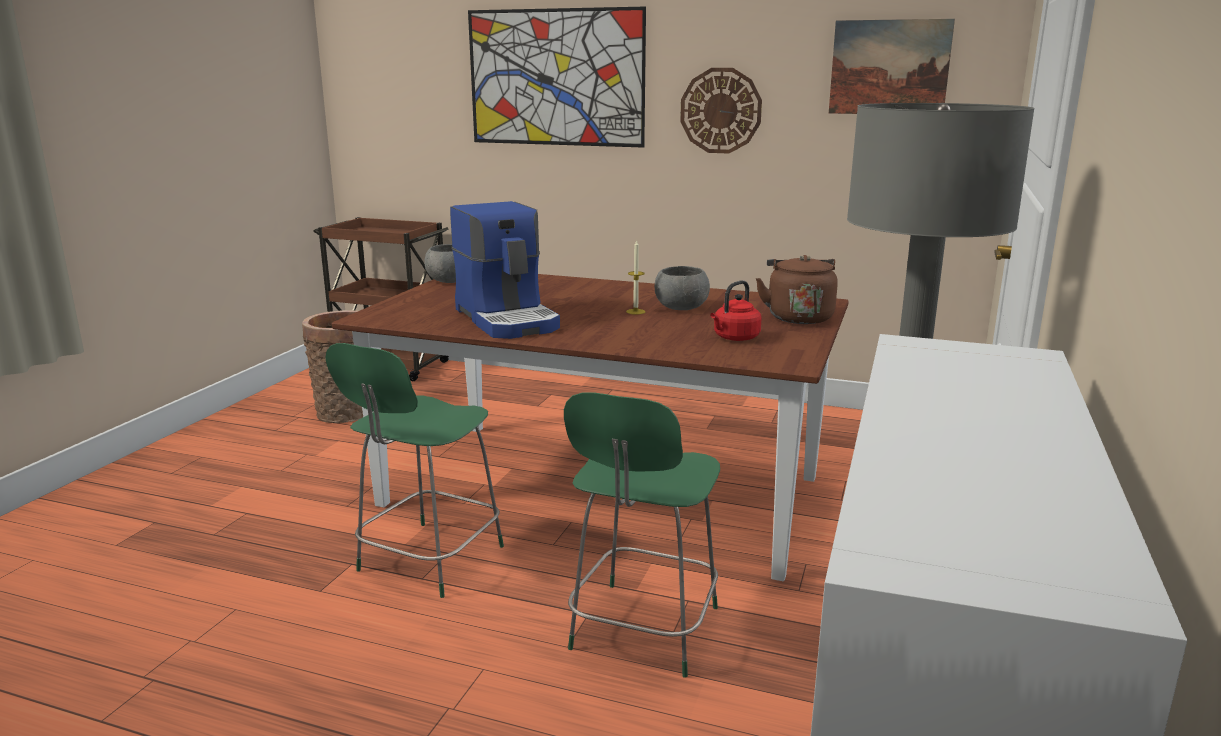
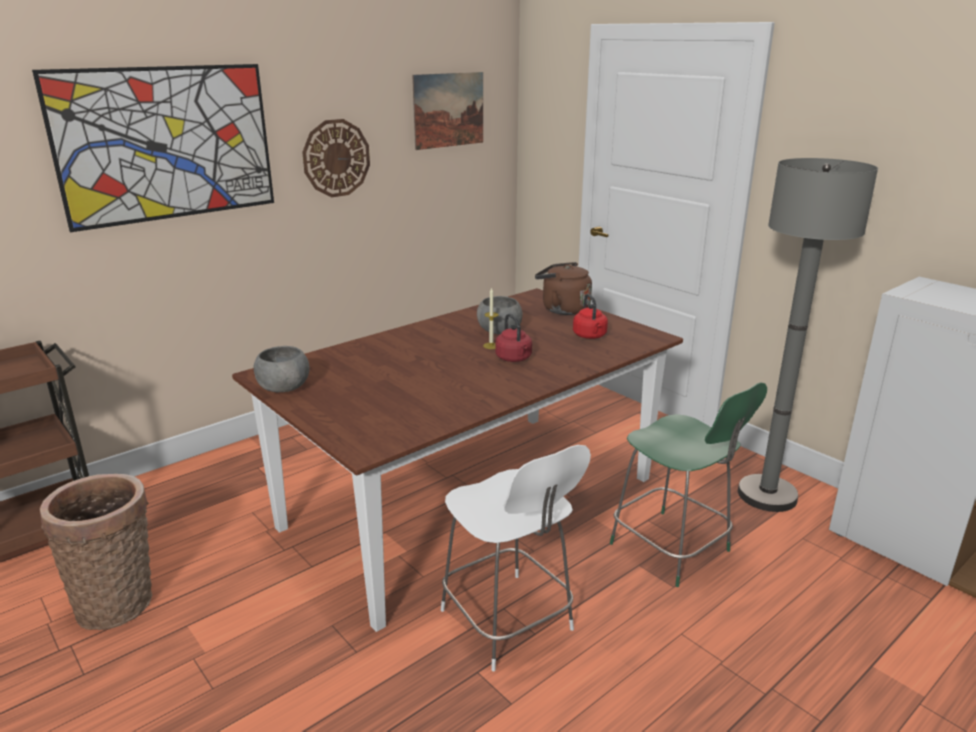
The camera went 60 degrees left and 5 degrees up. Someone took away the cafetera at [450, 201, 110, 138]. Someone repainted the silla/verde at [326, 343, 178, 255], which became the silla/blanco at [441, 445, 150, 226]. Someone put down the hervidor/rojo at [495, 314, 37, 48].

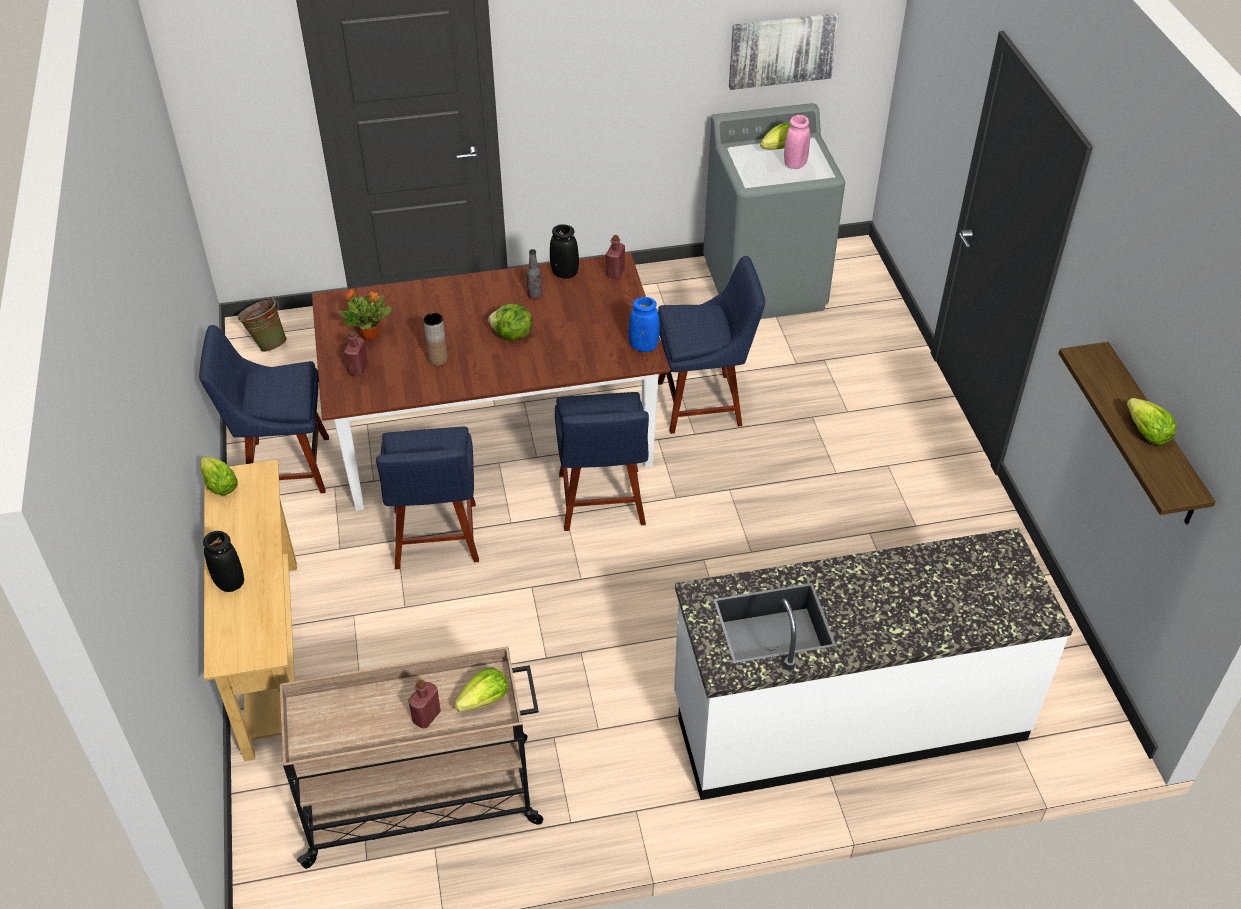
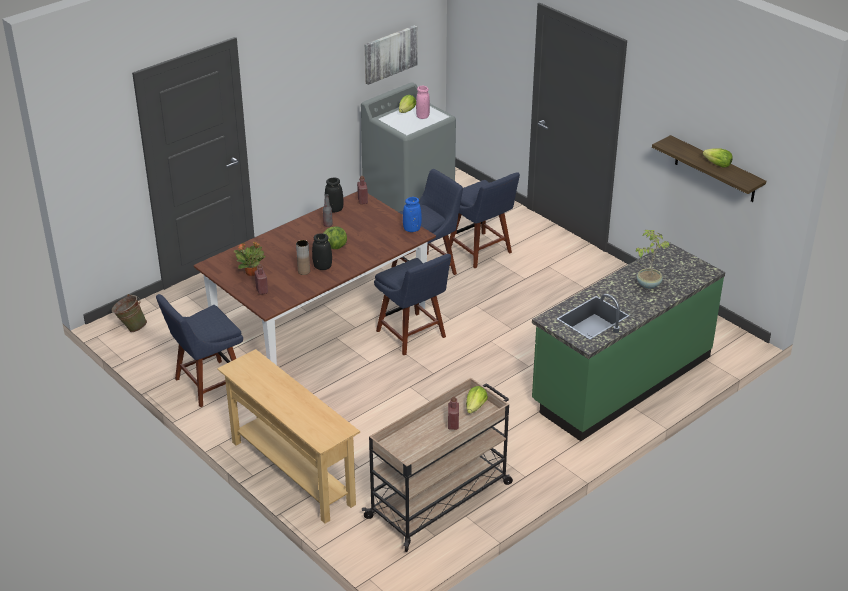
The camera went 30 degrees left and 10 degrees down. Someone carried the silla/azul from [376, 427, 103, 142] to [449, 172, 71, 96]. Someone took away the lechuga at [200, 457, 38, 38]. Someone repainted the mueble bajo de cocina/blanco at [674, 528, 399, 272], which became the mueble bajo de cocina/verde at [532, 242, 193, 199]. Someone carried the florero/negro from [203, 531, 41, 61] to [312, 233, 20, 37]. Someone put down the planta en maceta at [636, 230, 34, 59].

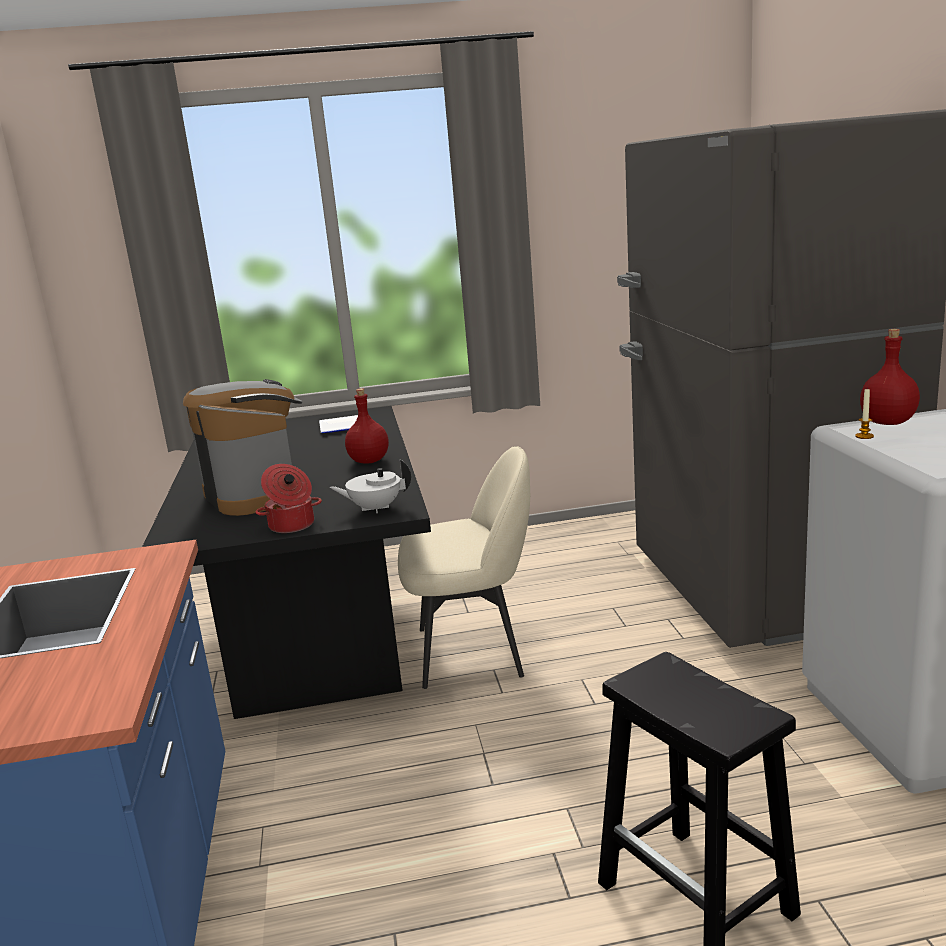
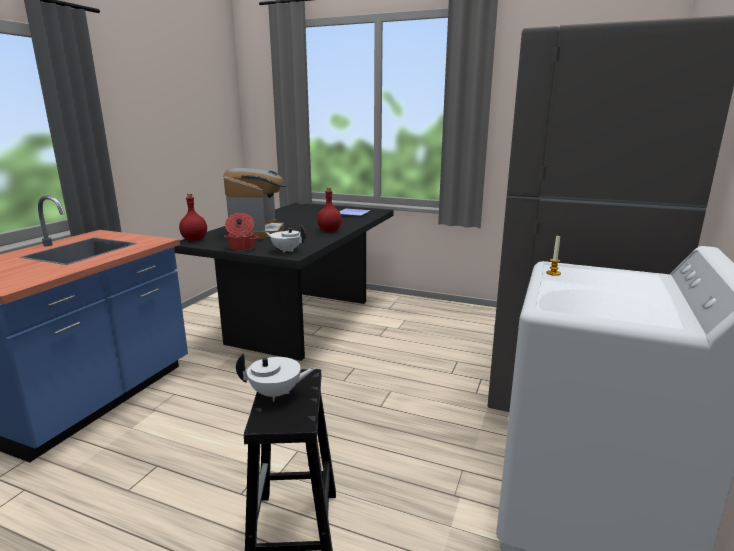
The camera went 30 degrees right and 0 degrees up. Someone carried the botella/rojo from [860, 329, 60, 96] to [179, 193, 28, 48]. Someone took away the silla/beis at [398, 446, 132, 243]. Someone put down the tetera/blanco at [236, 353, 80, 49].

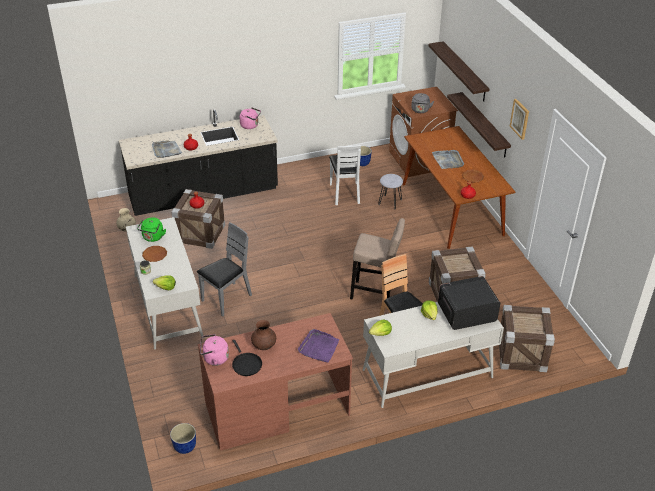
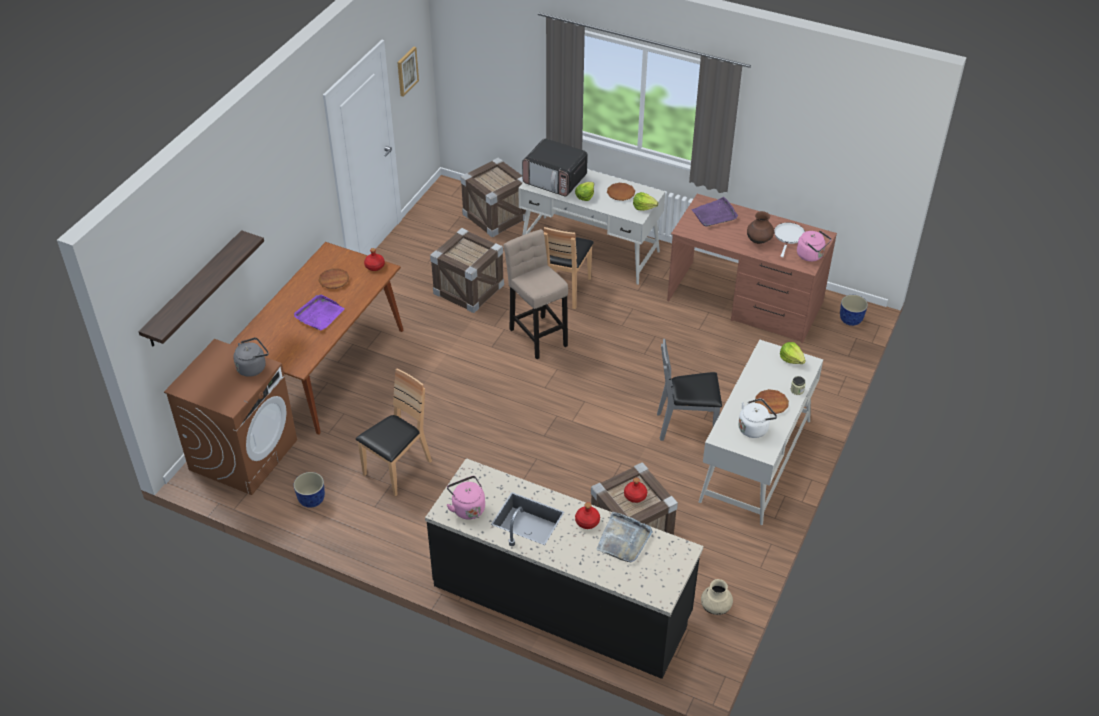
The camera went 135 degrees left and 5 degrees up. Someone took away the estante at [447, 92, 64, 65]. Someone carried the cuadro from [509, 99, 20, 41] to [397, 47, 22, 50]. Someone repainted the silla/blanco at [329, 145, 32, 60], which became the silla/marrón at [356, 369, 76, 128]. Someone repainted the bandeja/gris at [432, 150, 32, 19], which became the bandeja/morado at [294, 294, 51, 37]. Someone took away the taburete/gris at [378, 174, 25, 36]. Someone repainted the hervidor/verde at [137, 217, 29, 25], which became the hervidor/blanco at [738, 398, 39, 40]. Someone repainted the sartén/negro at [232, 340, 30, 36], which became the sartén/blanco at [774, 222, 31, 35]. Someone put down the plato/marrón at [607, 183, 28, 18].

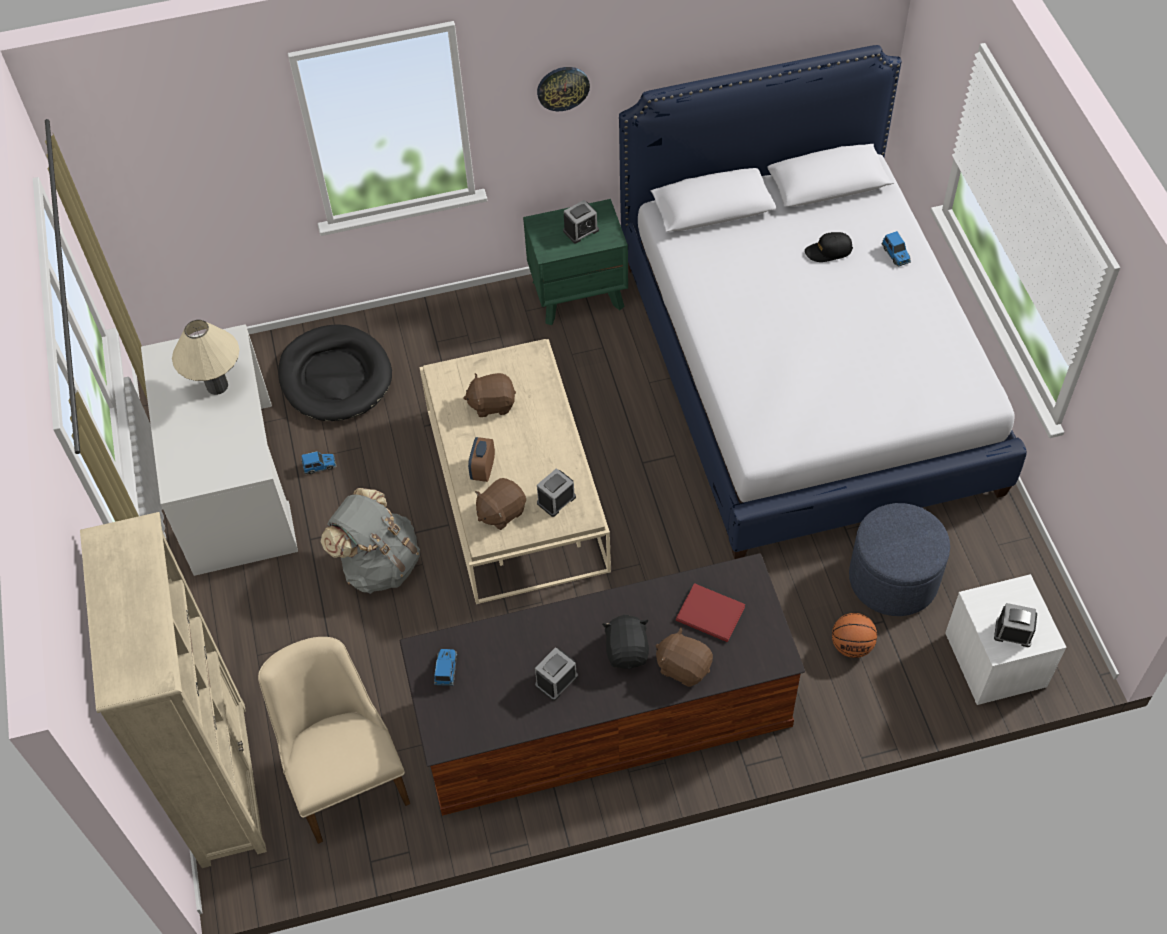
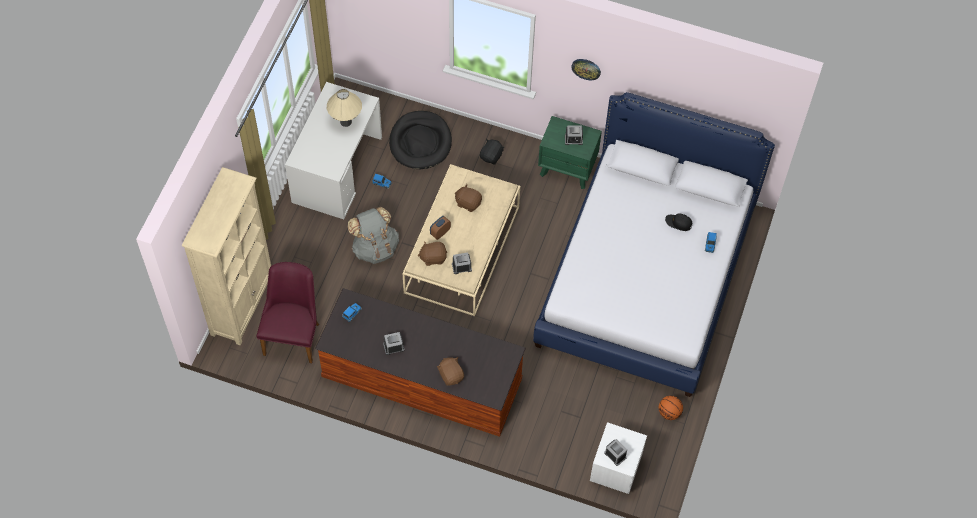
The camera went 30 degrees right and 5 degrees up. Someone took away the puf/azul at [849, 503, 101, 113]. Someone took away the libro/rojo at [676, 583, 69, 59]. Someone carried the balón de baloncesto from [832, 613, 45, 45] to [659, 396, 24, 24]. Someone carried the peluche/negro from [602, 615, 47, 54] to [480, 139, 24, 25]. Someone repainted the silla/beis at [258, 637, 152, 207], which became the silla/morado at [256, 262, 63, 101].

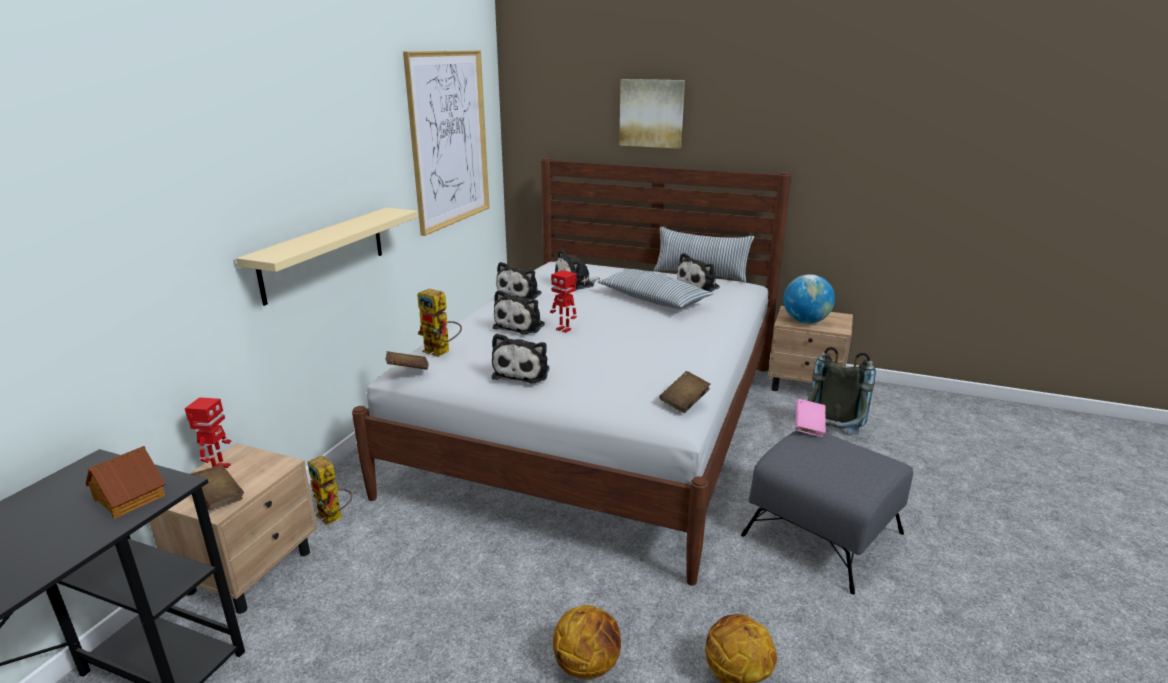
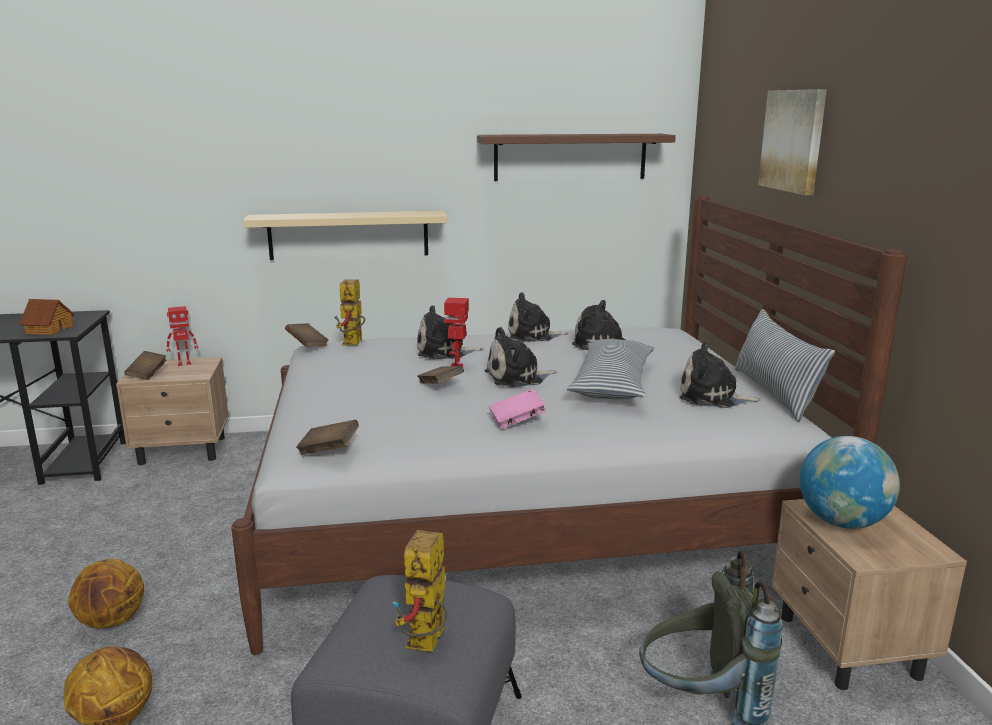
The camera went 60 degrees right and 5 degrees down. Someone swapped the cuadro at [403, 50, 86, 186] for the estante/marrón at [477, 134, 199, 47]. Someone carried the peluche from [492, 333, 58, 51] to [485, 327, 72, 60]. Someone carried the libro/rosa from [795, 399, 31, 38] to [489, 388, 57, 41]. Someone carried the robot de juguete from [308, 455, 44, 71] to [393, 530, 55, 122]. Someone put down the libro/marrón at [417, 366, 47, 18].

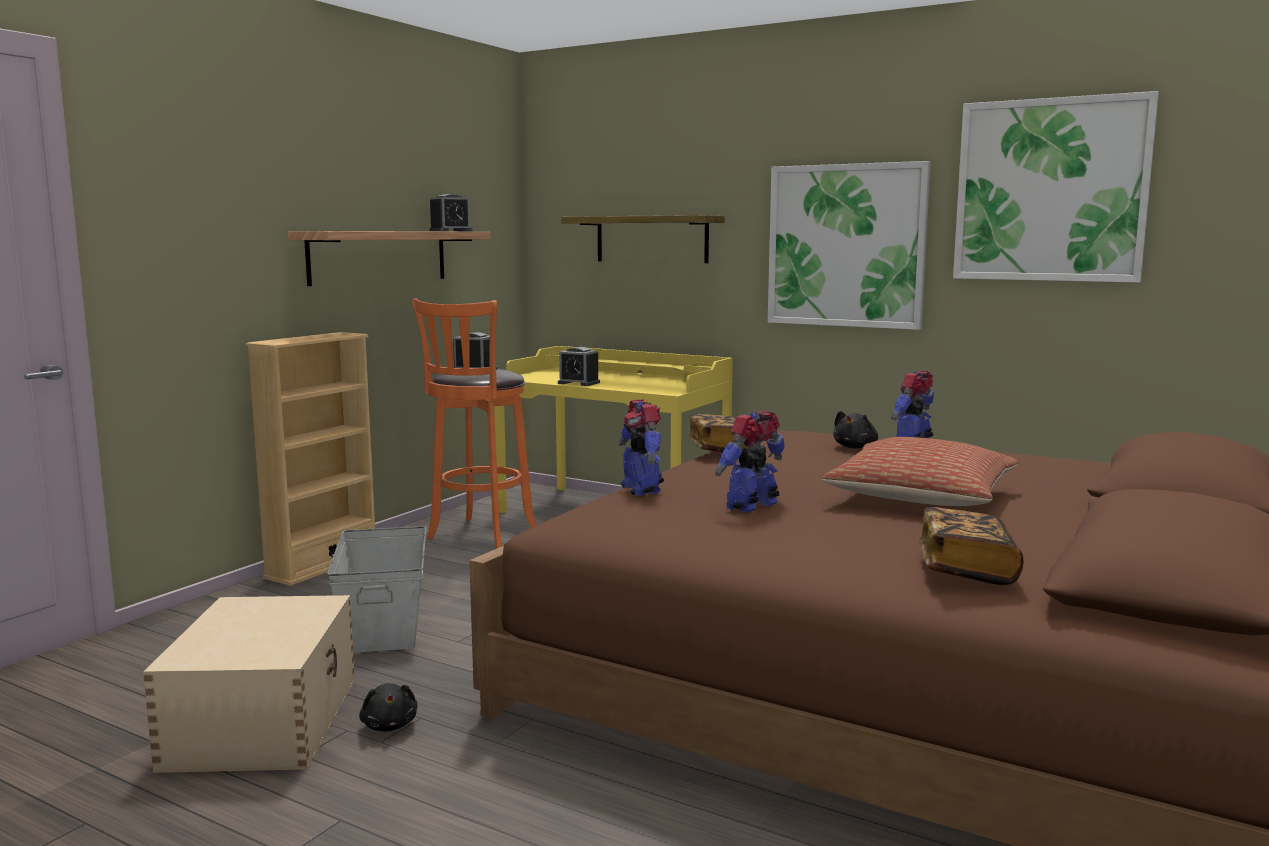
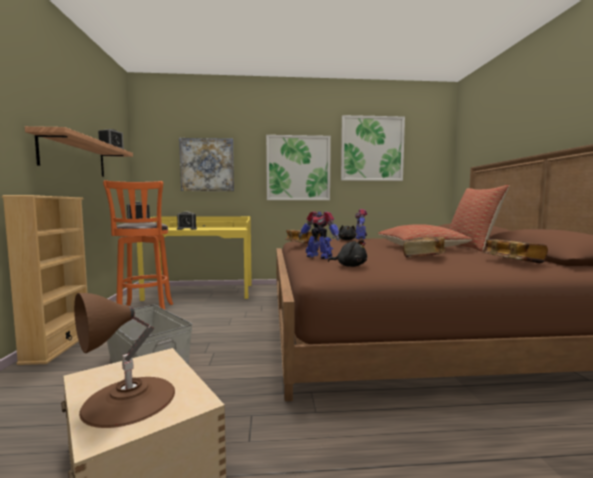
The camera went 35 degrees left and 5 degrees down. Someone swapped the estante at [561, 215, 164, 48] for the cuadro at [179, 138, 55, 53]. Someone took away the robot de juguete at [715, 411, 70, 102]. Someone carried the peluche/negro from [359, 683, 58, 49] to [328, 240, 39, 27]. Someone put down the cojín at [449, 185, 60, 67]. Someone put down the libro at [403, 237, 43, 20]. Someone put down the lámpara de mesa/marrón at [74, 293, 101, 135].

